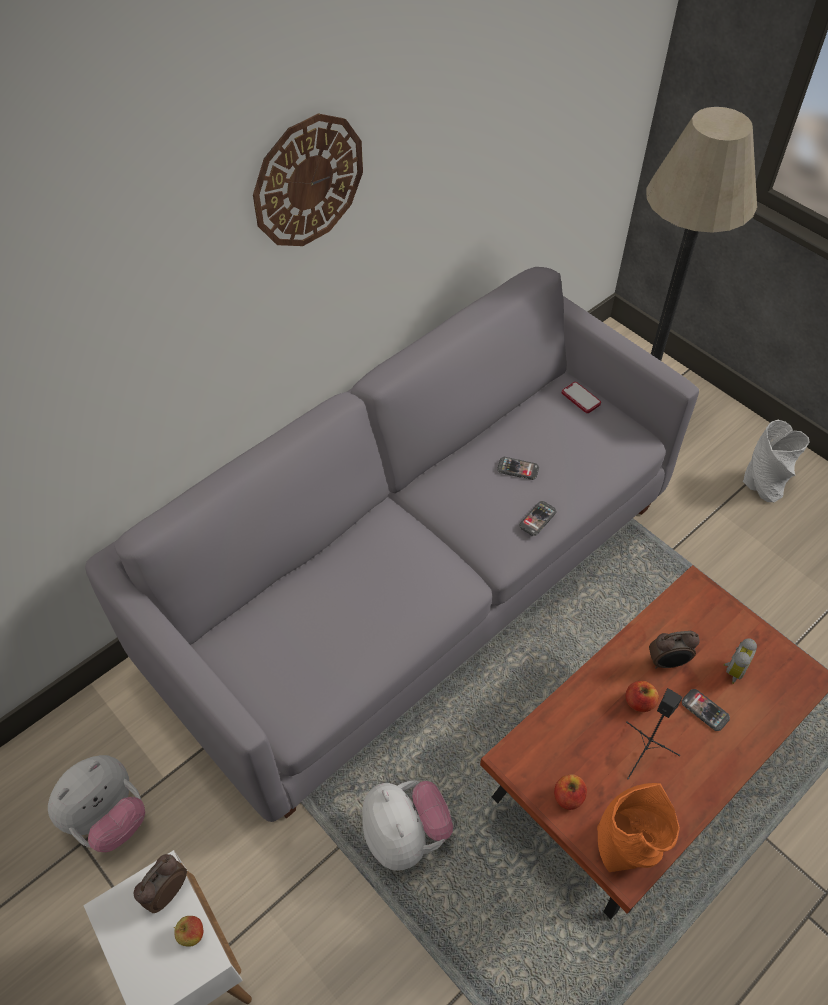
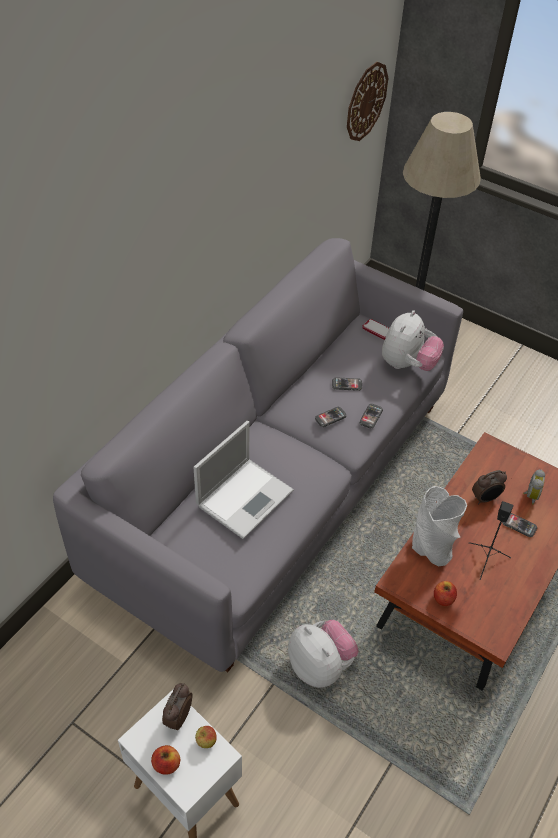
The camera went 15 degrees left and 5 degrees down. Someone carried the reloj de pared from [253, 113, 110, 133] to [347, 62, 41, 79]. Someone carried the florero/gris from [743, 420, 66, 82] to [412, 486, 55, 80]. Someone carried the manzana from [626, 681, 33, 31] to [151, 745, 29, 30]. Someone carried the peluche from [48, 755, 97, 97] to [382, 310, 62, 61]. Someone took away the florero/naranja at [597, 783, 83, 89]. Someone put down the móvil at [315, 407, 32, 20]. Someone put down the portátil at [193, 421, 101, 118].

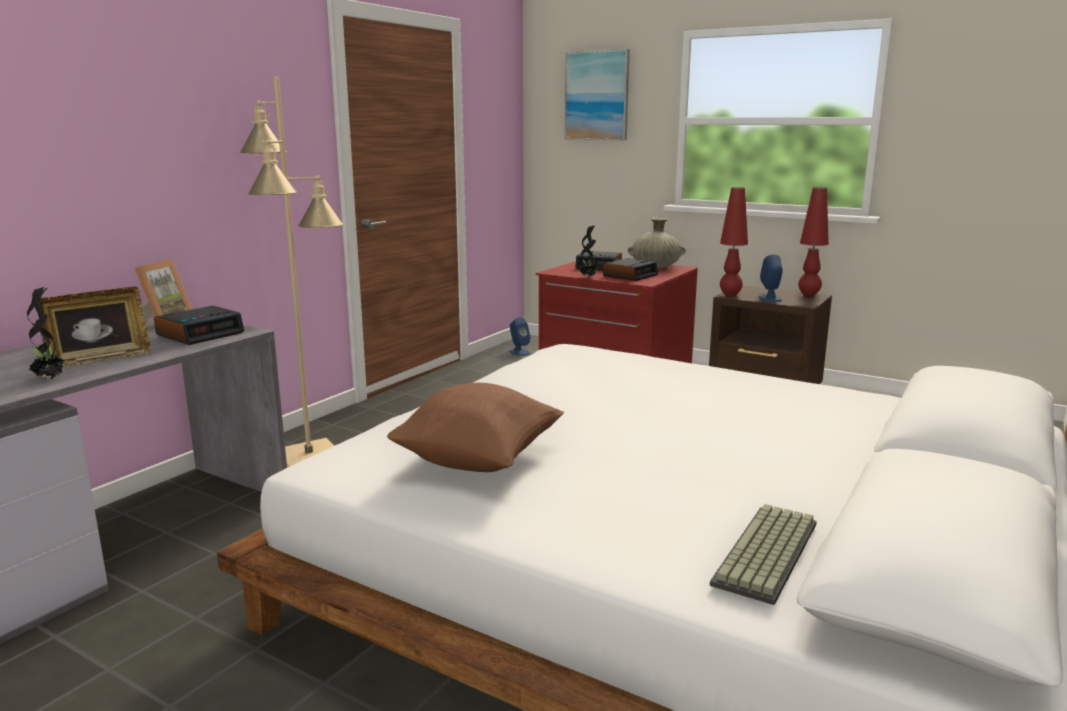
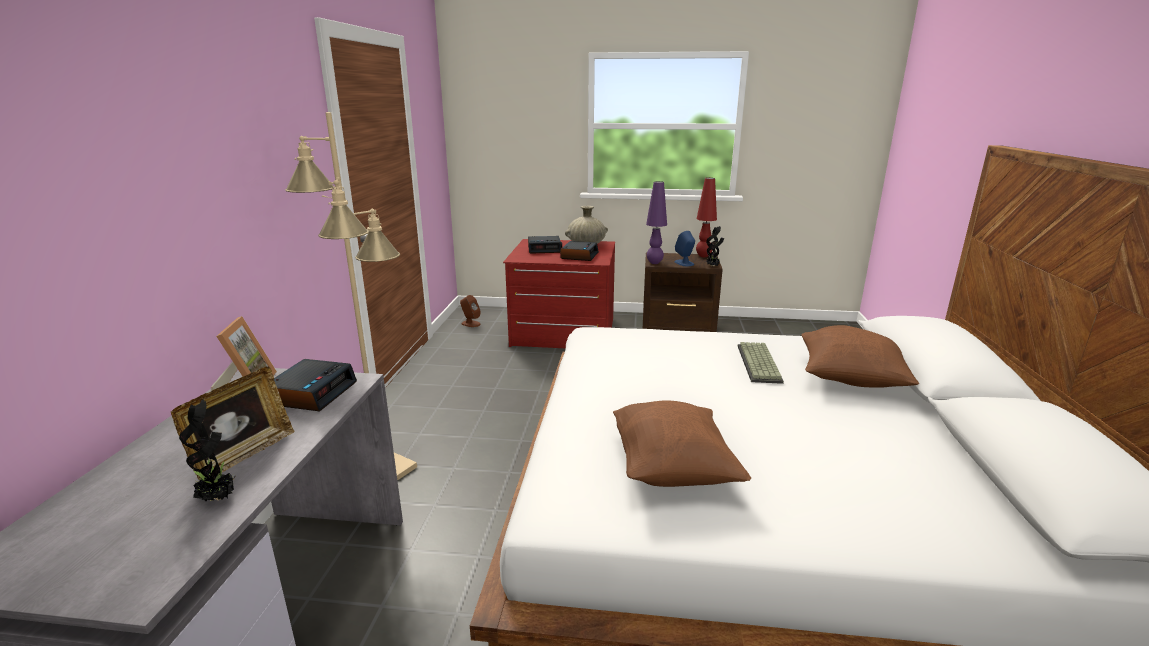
The camera went 25 degrees left and 5 degrees up. Someone took away the cuadro at [565, 49, 65, 91]. Someone repainted the lámpara de mesa/rojo at [720, 187, 28, 109], which became the lámpara de mesa/morado at [646, 181, 21, 83]. Someone carried the planta en maceta from [579, 225, 19, 52] to [706, 226, 18, 41]. Someone repainted the altavoz/azul at [509, 317, 22, 39], which became the altavoz/marrón at [460, 295, 21, 32]. Someone carried the teclado from [710, 504, 107, 101] to [738, 342, 46, 42]. Someone put down the cojín/marrón at [801, 325, 118, 63].

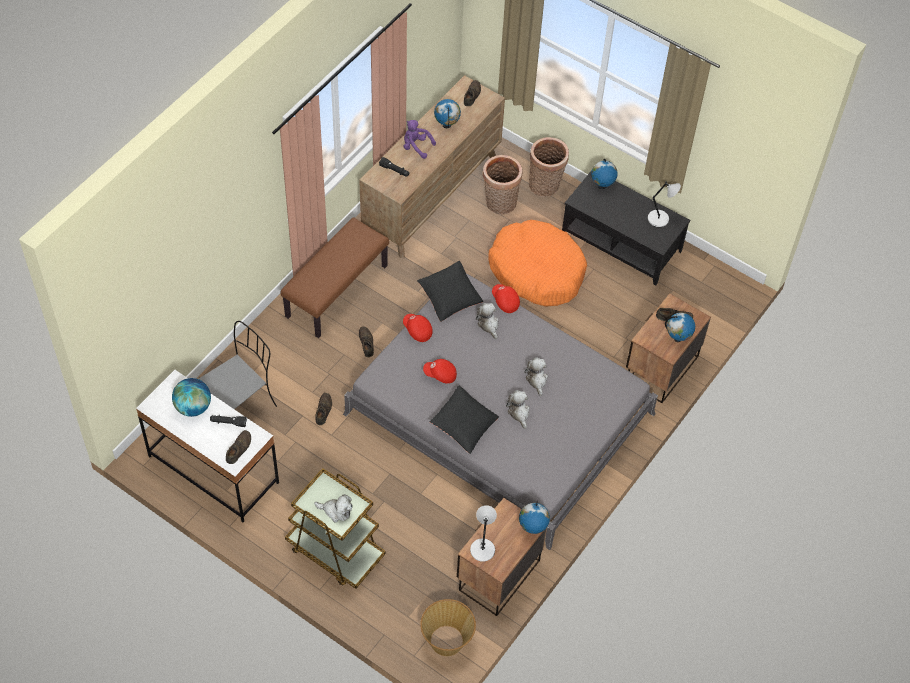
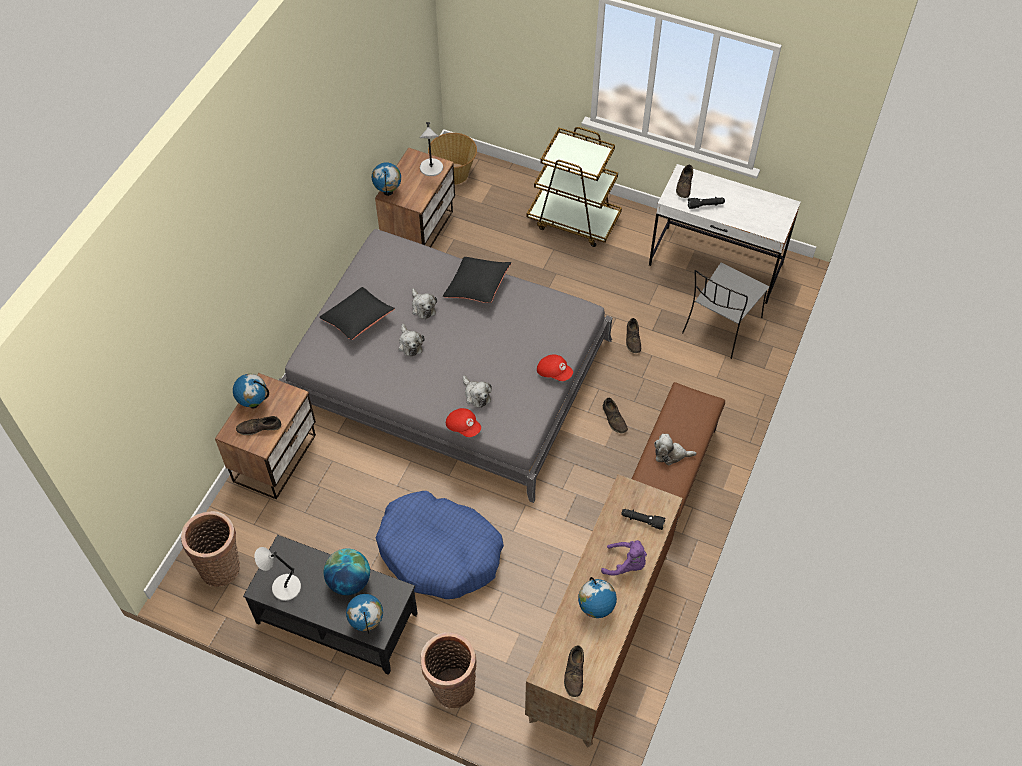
The camera went 170 degrees right and 0 degrees up. Someone carried the cesta from [483, 155, 39, 60] to [181, 511, 59, 76]. Someone repainted the cama para perro/naranja at [489, 220, 98, 87], which became the cama para perro/azul at [375, 491, 129, 108]. Someone carried the cojín/negro from [417, 261, 66, 61] to [319, 287, 76, 53]. Someone took away the gorra/rojo at [423, 359, 34, 25]. Someone carried the globo terráqueo from [172, 378, 39, 39] to [324, 549, 46, 46]. Someone carried the peluche from [314, 494, 39, 29] to [654, 434, 43, 31].

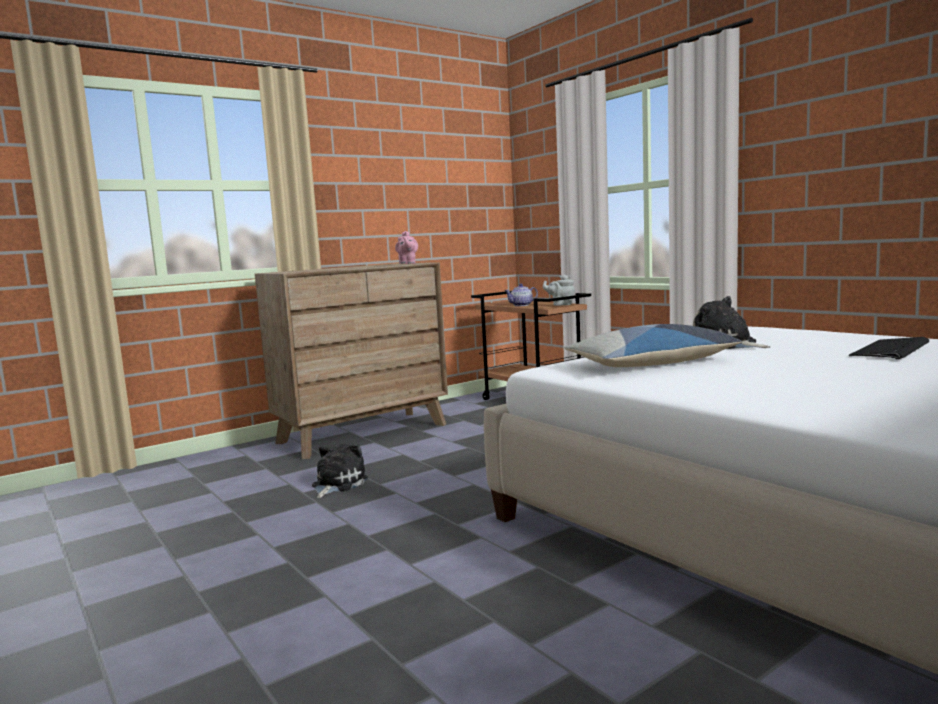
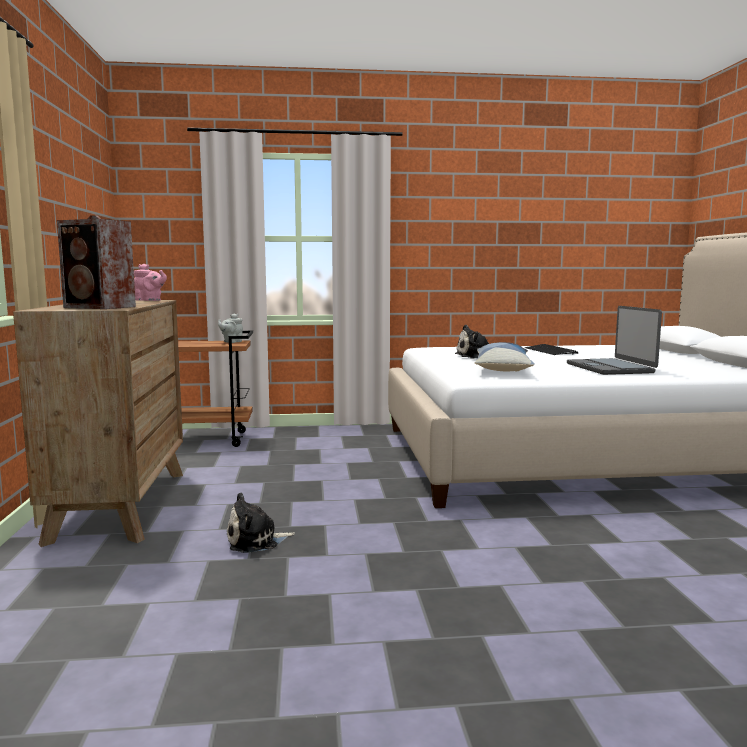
The camera went 60 degrees left and 0 degrees up. Someone took away the tetera at [504, 284, 34, 22]. Someone rotated the peluche at [312, 444, 56, 54] by 75 degrees counterclockwise. Someone put down the altavoz at [57, 215, 79, 94]. Someone put down the portátil at [567, 306, 95, 69].

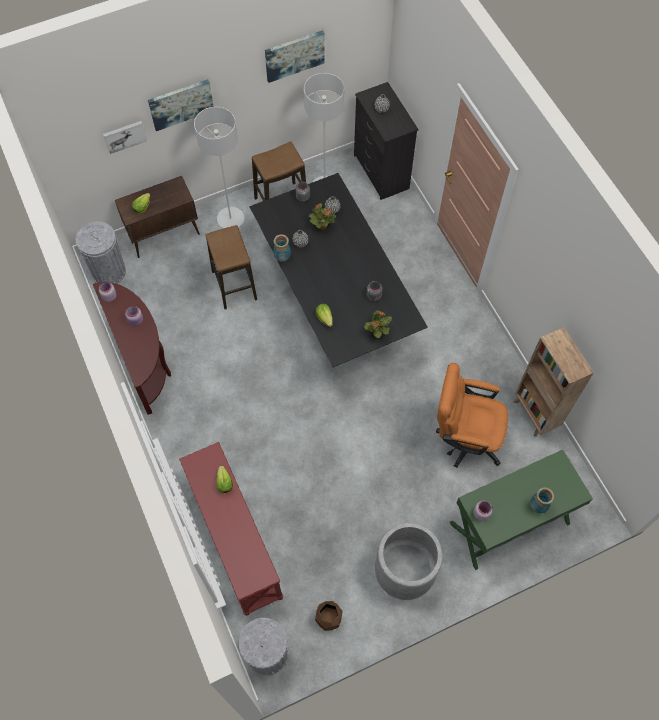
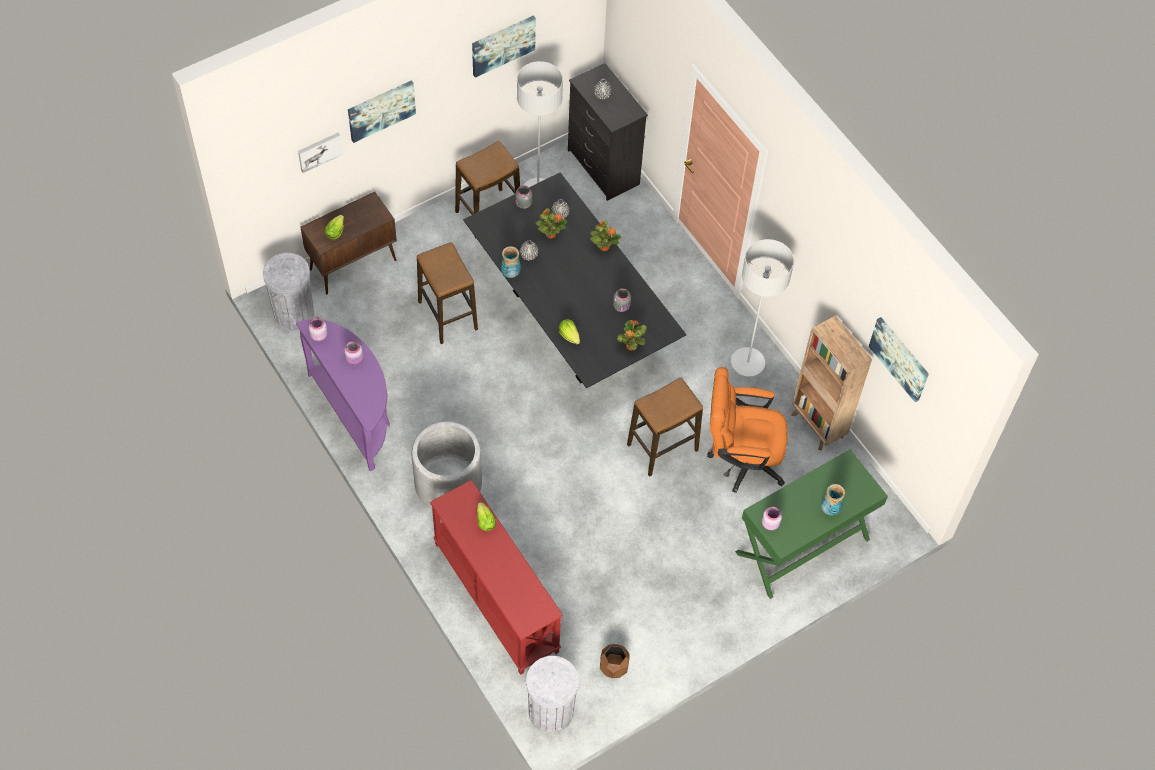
The camera went 10 degrees left and 5 degrees down. Someone carried the lámpara de pie/gris from [194, 107, 50, 121] to [731, 239, 63, 137]. Someone repainted the mesa consola/marrón at [93, 282, 78, 133], which became the mesa consola/morado at [296, 319, 94, 153]. Someone carried the maceta/gris from [375, 523, 68, 77] to [412, 421, 70, 88]. Someone put down the planta en maceta at [590, 220, 31, 31]. Someone put up the cuadro at [869, 317, 60, 86]. Someone put down the taburete at [627, 378, 76, 99].

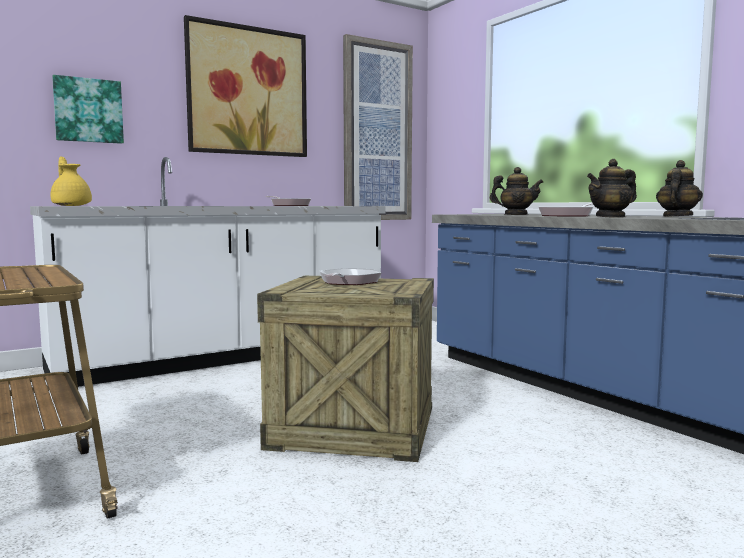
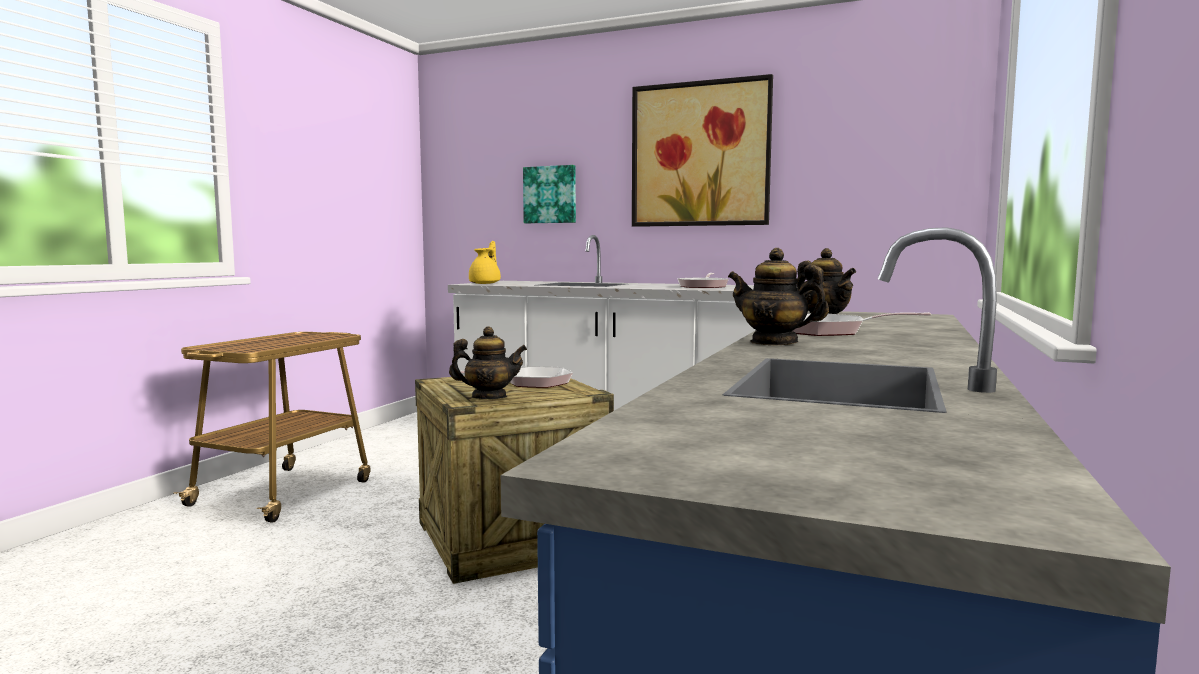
The camera went 55 degrees right and 0 degrees up. Someone took away the cuadro at [343, 34, 70, 186]. Someone carried the tetera from [656, 160, 47, 57] to [449, 326, 78, 73].

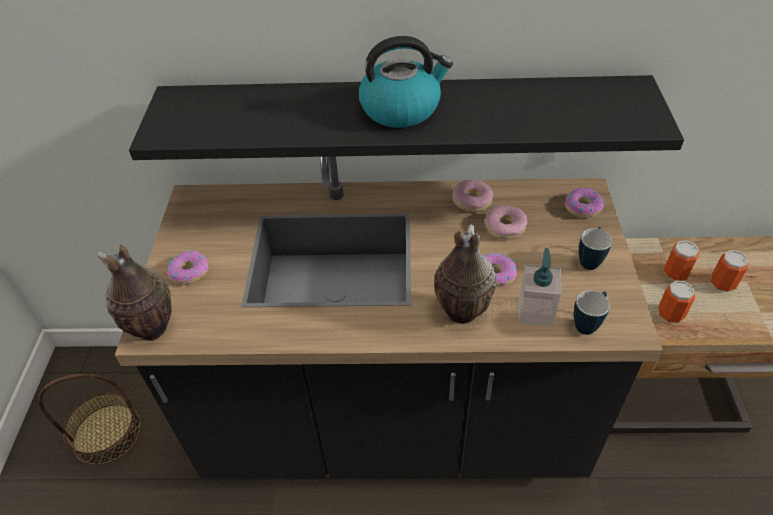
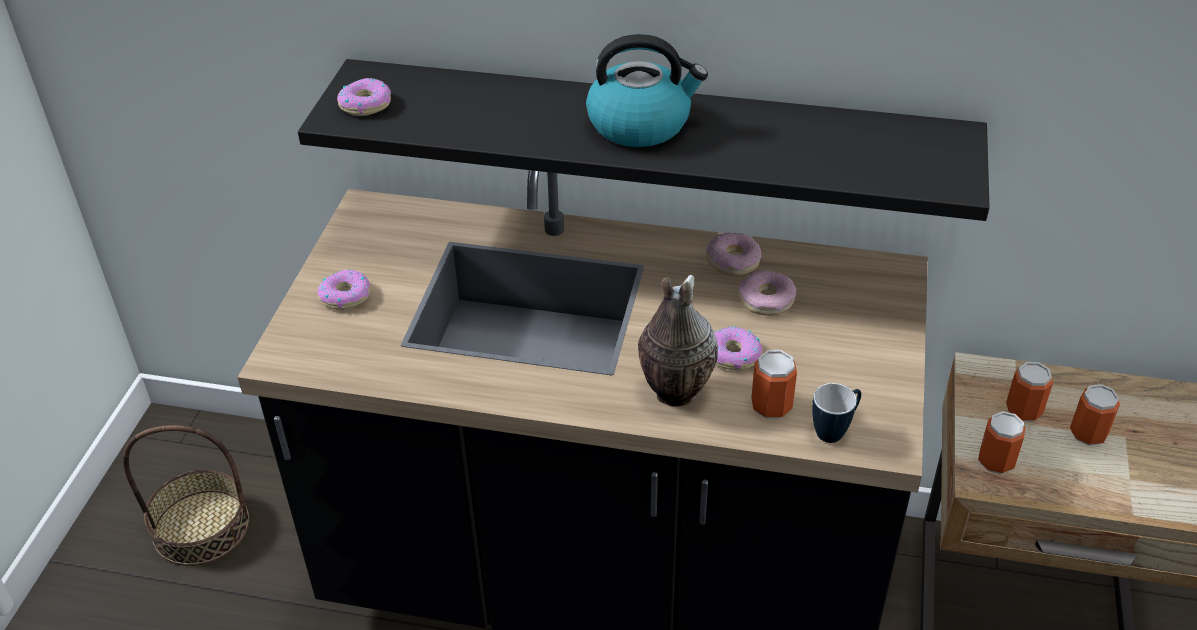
The camera went 10 degrees right and 5 degrees down. Someone carried the rosquilla from [565, 188, 39, 30] to [337, 78, 54, 38]. Someone took away the taza grande at [579, 227, 33, 43]. Someone took away the florero at [98, 244, 73, 97]. Someone swapped the dispensador de jabón at [518, 248, 43, 79] for the lata at [751, 350, 46, 69].

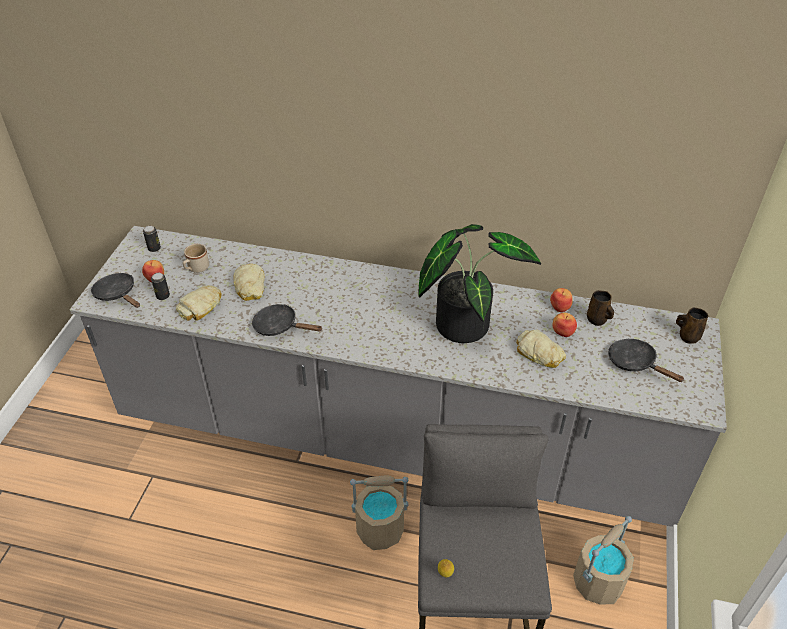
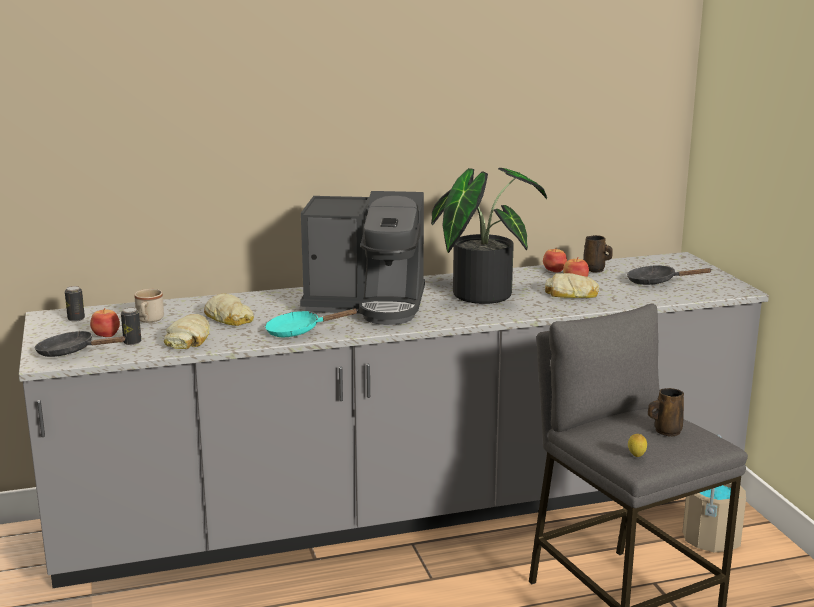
The camera went 30 degrees left and 25 degrees down. Someone repainted the sartén/negro at [252, 304, 71, 32], which became the sartén/turquesa at [265, 309, 93, 28]. Someone carried the taza grande/marrón from [676, 308, 32, 36] to [648, 388, 36, 49]. Someone took away the cubo/beis at [350, 475, 59, 75]. Someone put down the cafetera at [300, 191, 125, 134].

